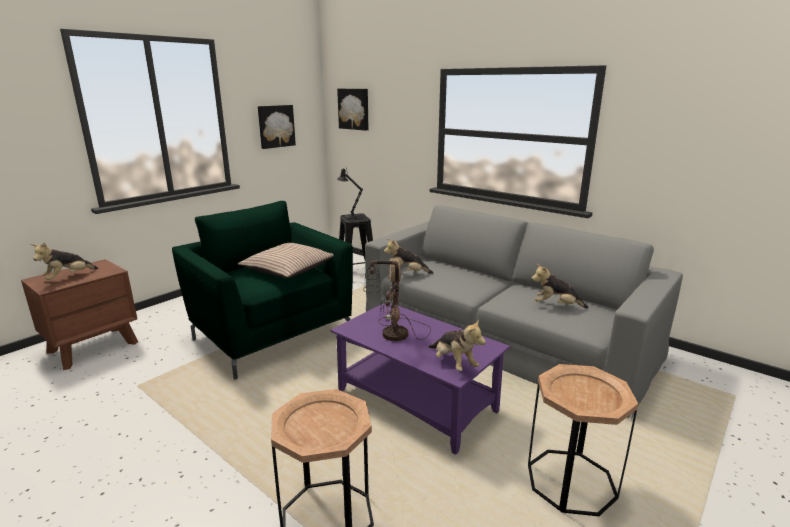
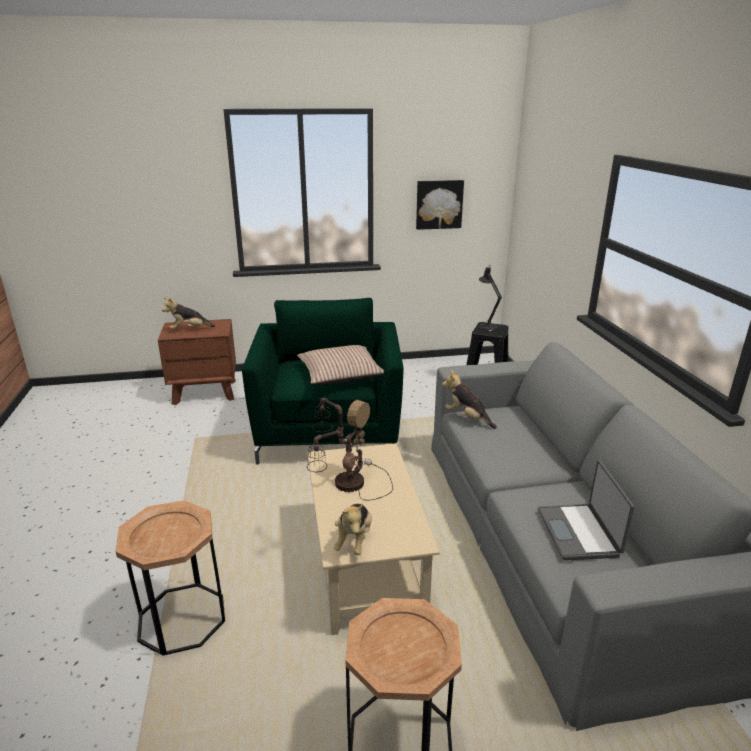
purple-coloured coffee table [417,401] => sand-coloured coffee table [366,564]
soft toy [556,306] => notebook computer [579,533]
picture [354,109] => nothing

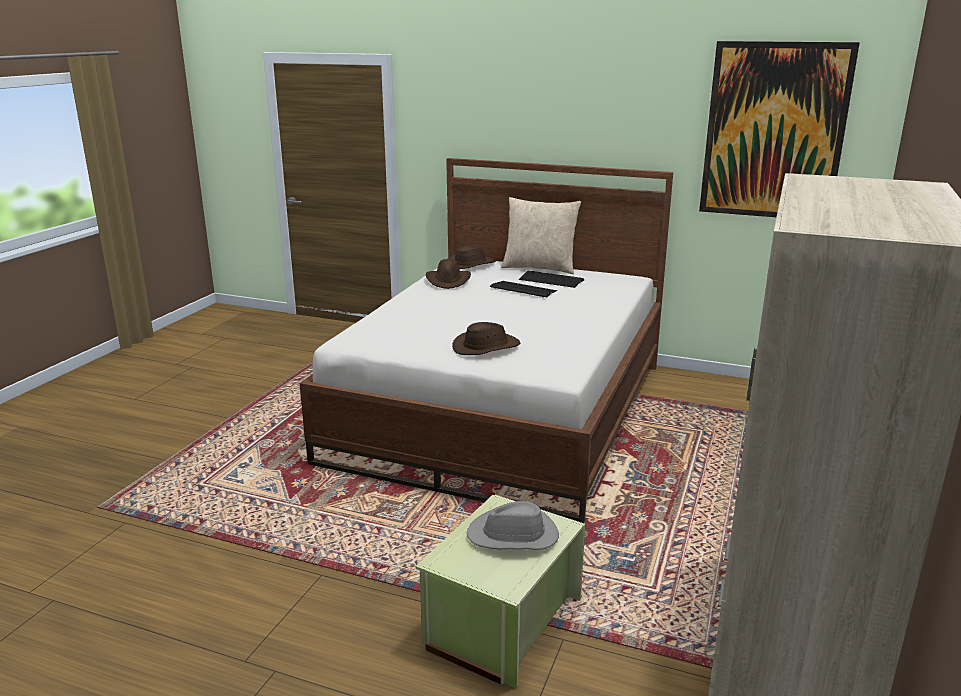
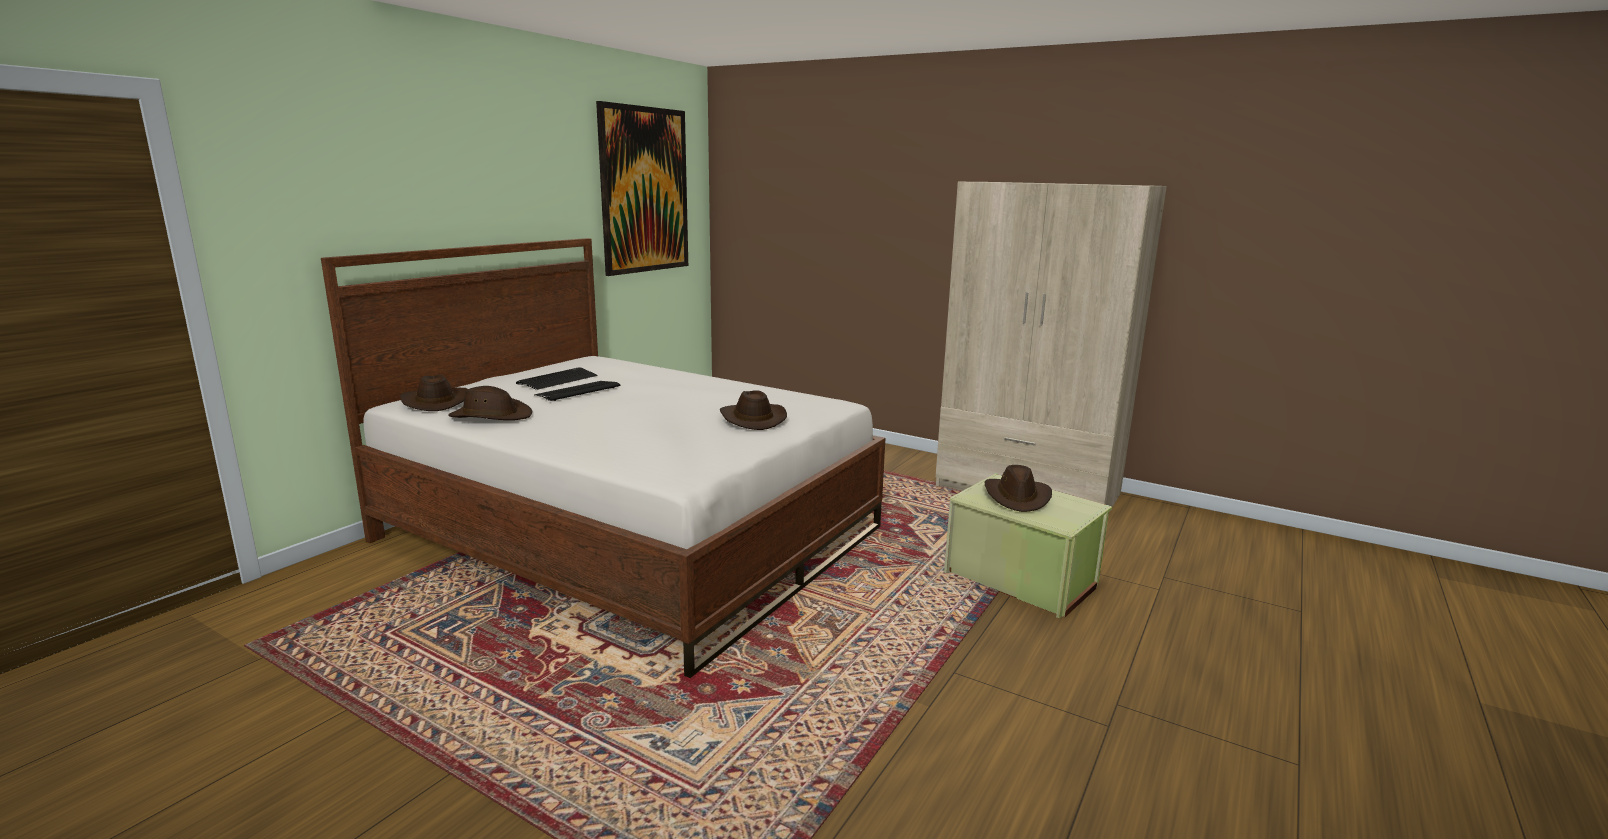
greyish clothing hat [513,535] => brown clothing hat [1017,497]
sand-coloured throw pillow [539,268] => nothing

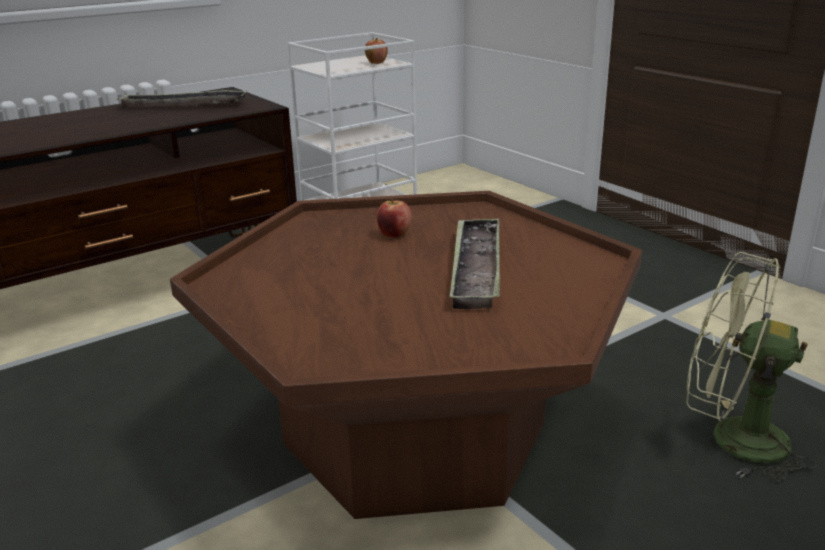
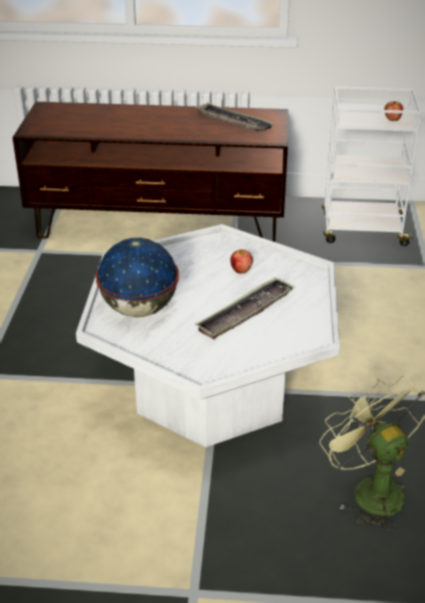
brown coffee table [414,434] => white-coloured coffee table [211,389]
nothing => globe [139,309]

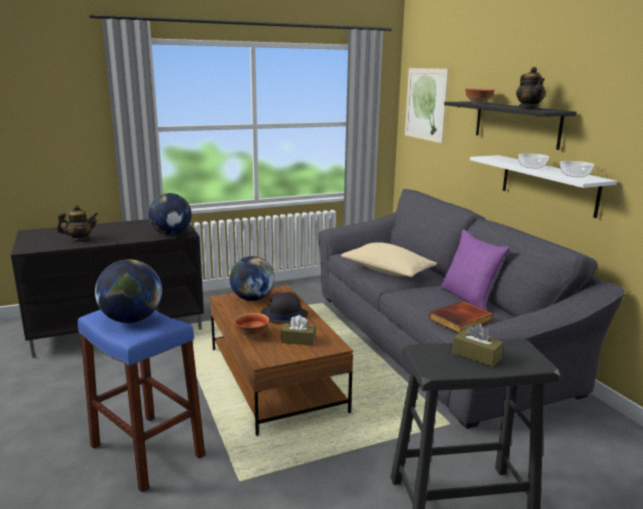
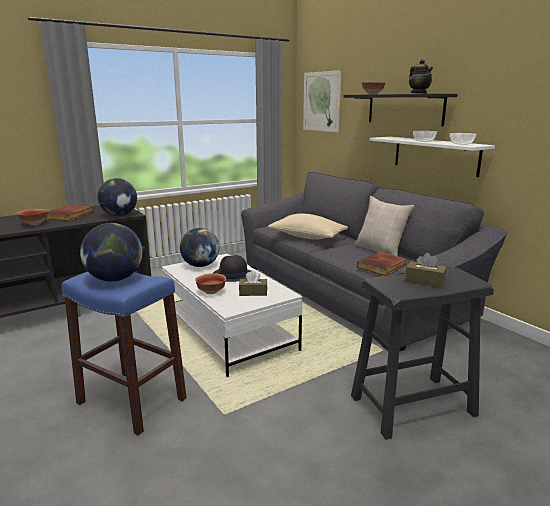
tea pot [80,240] => bowl [34,224]
nothing => bound book [70,216]
brown coffee table [275,379] => white-coloured coffee table [228,331]
purple-coloured throw pillow [469,297] => sand-coloured throw pillow [380,250]

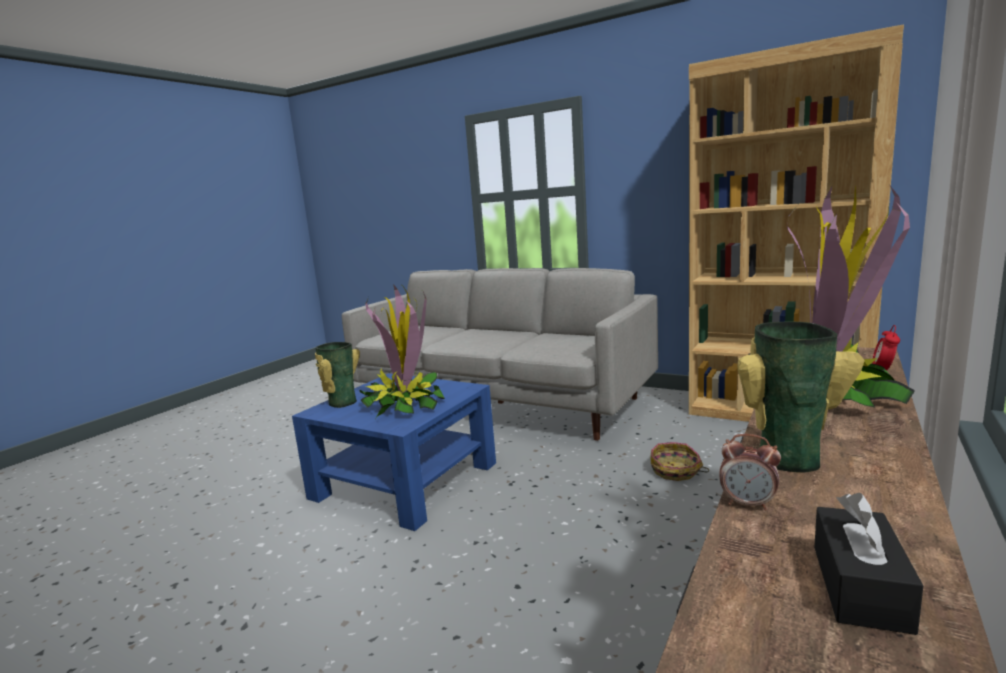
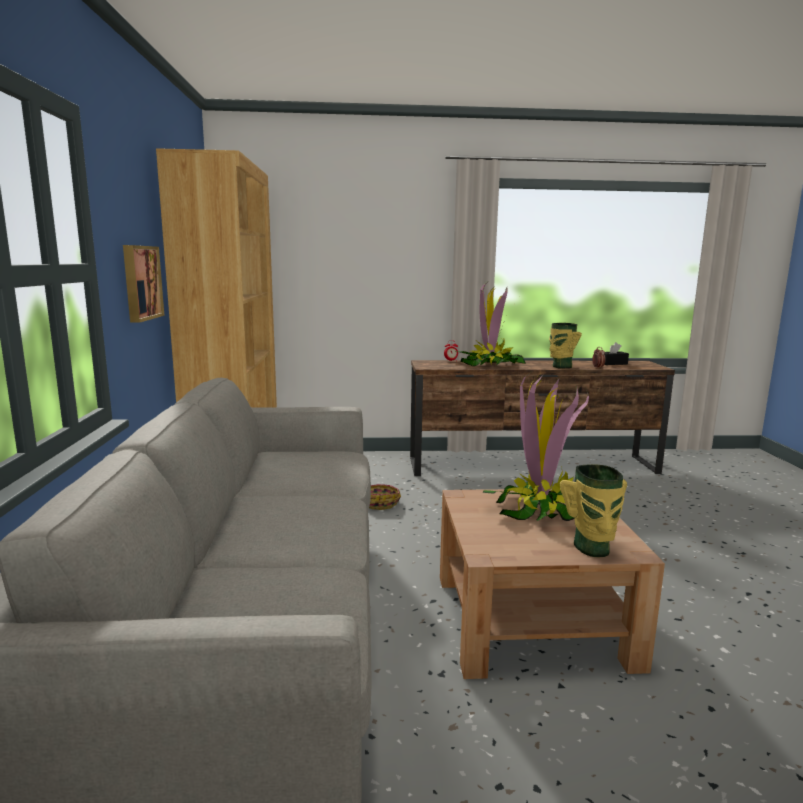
nothing => picture [140,282]
bluish coffee table [405,480] => brown coffee table [531,619]

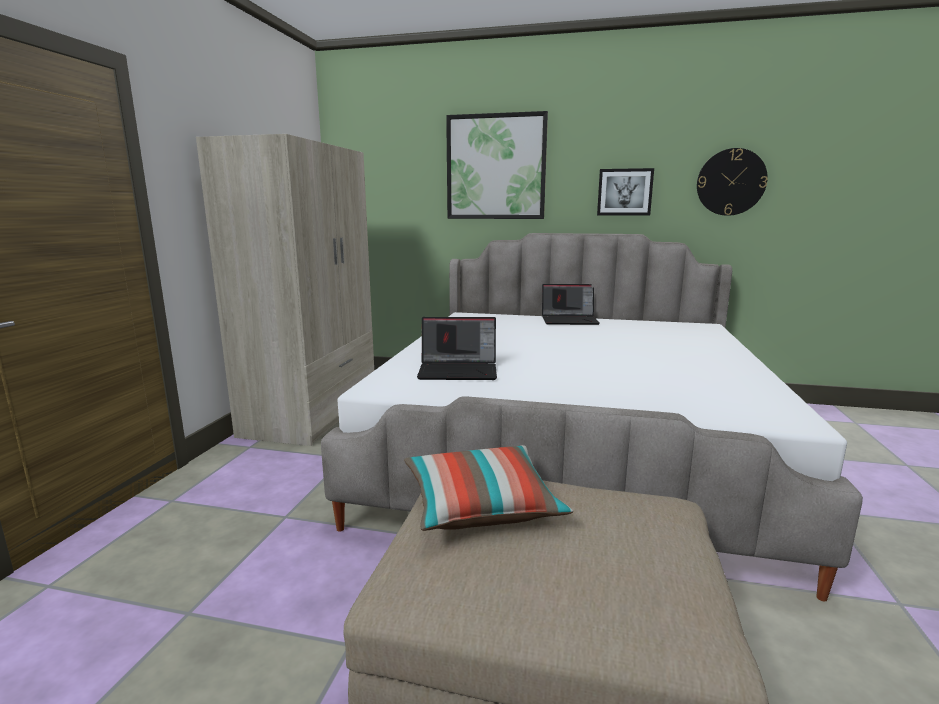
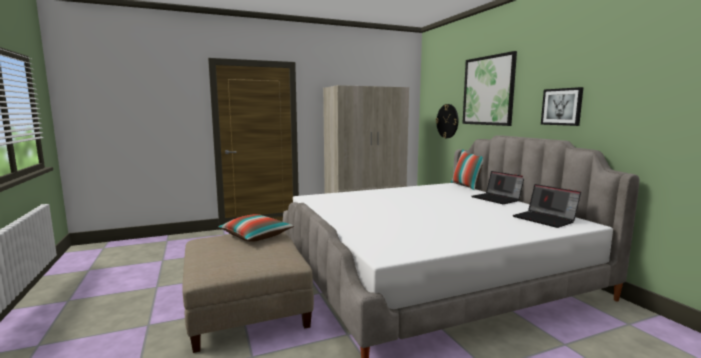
clock on the wall [731,182] => clock on the wall [447,121], moved
nothing => throw pillow [467,186]
notebook computer [459,371] => notebook computer [545,219], moved

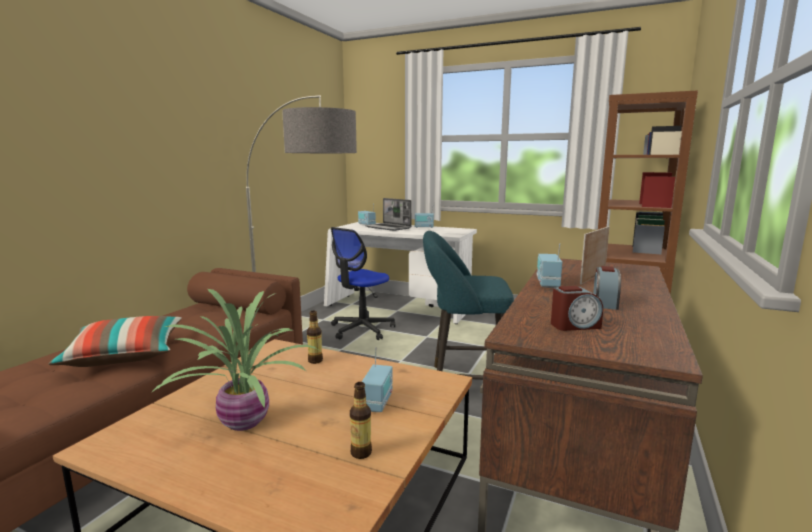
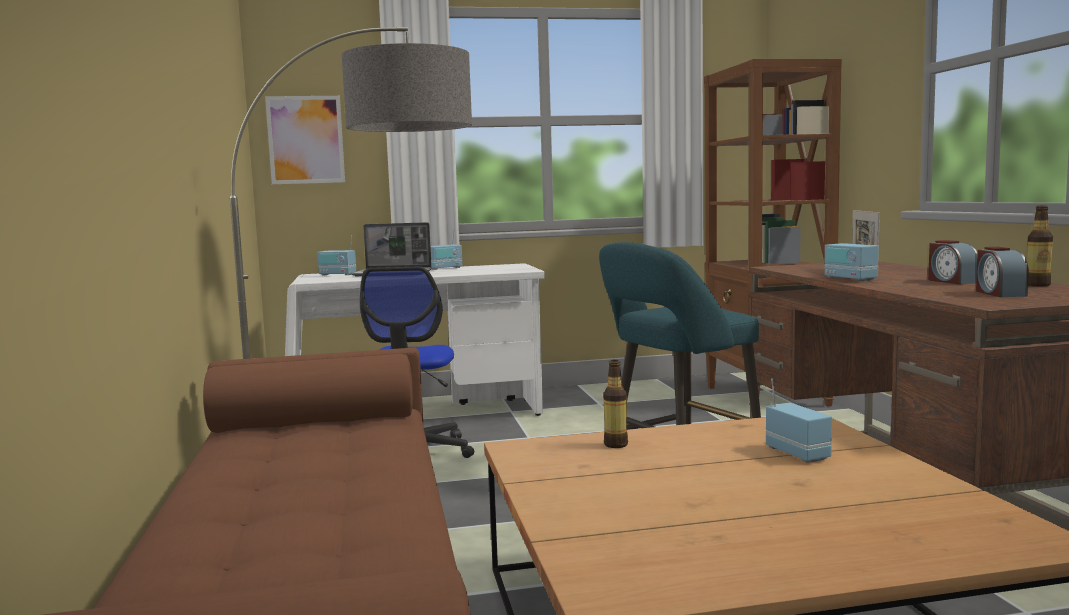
nothing => picture [305,140]
table clock [574,325] => table clock [999,293], 135 degrees clockwise
bottle [361,453] => bottle [1037,285], moved
throw pillow [125,355] => nothing
plant in a pot [243,424] => nothing

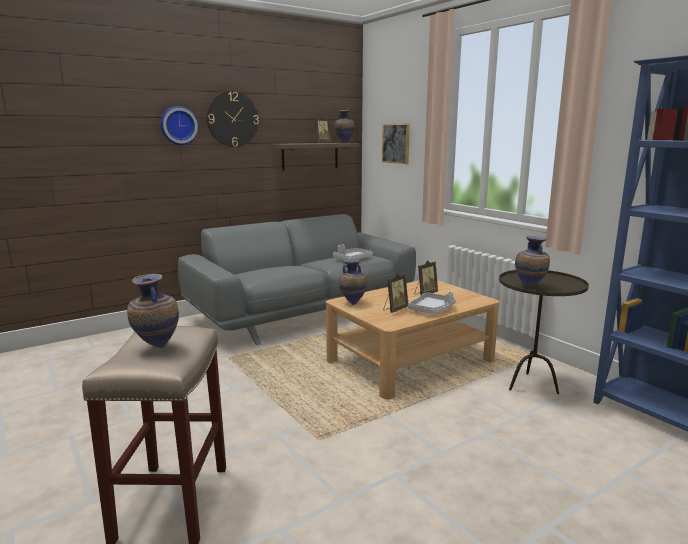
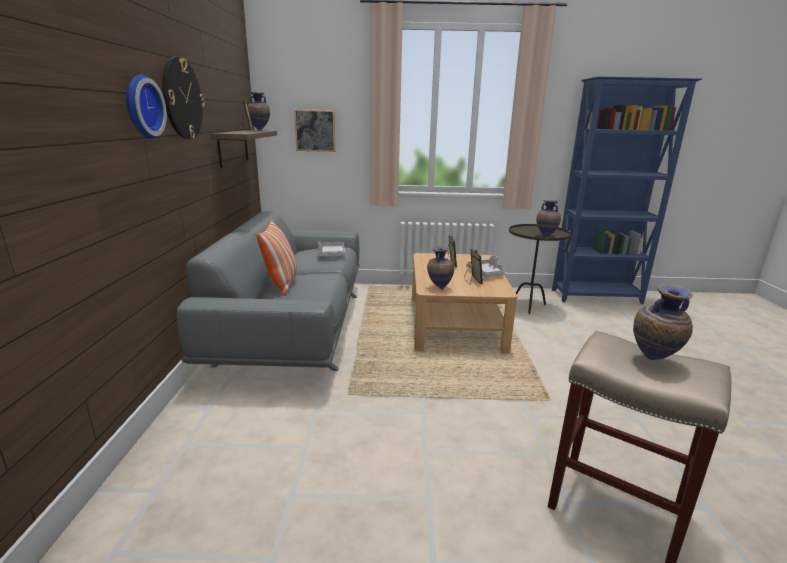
nothing => throw pillow [282,284]

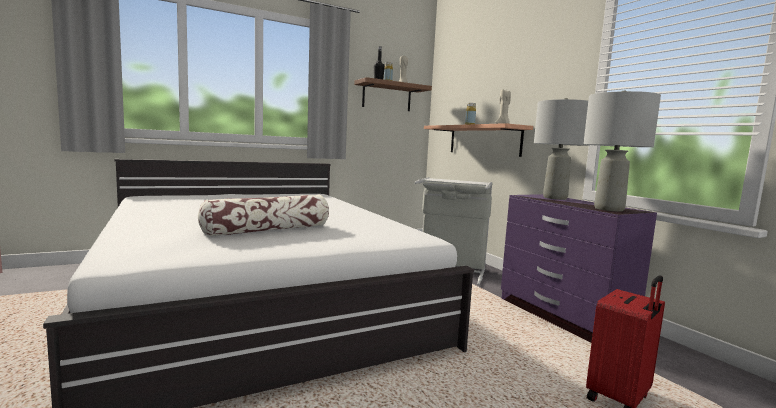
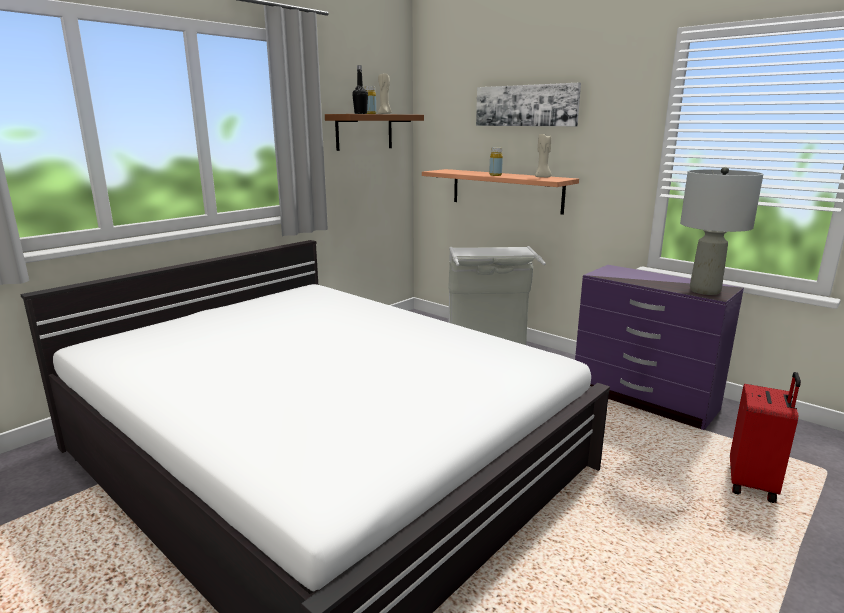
nothing => picture [526,105]
throw pillow [268,230] => nothing
greyish tabletop lamp [555,198] => nothing

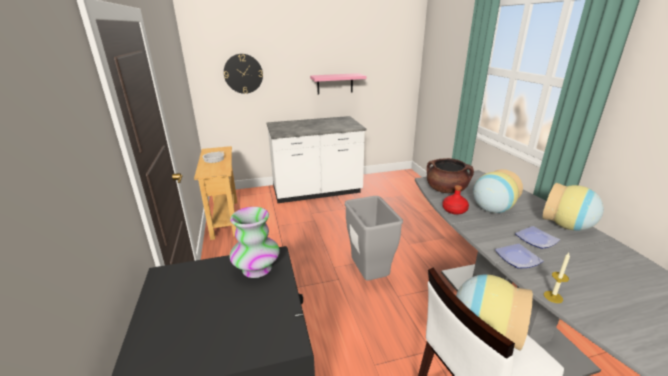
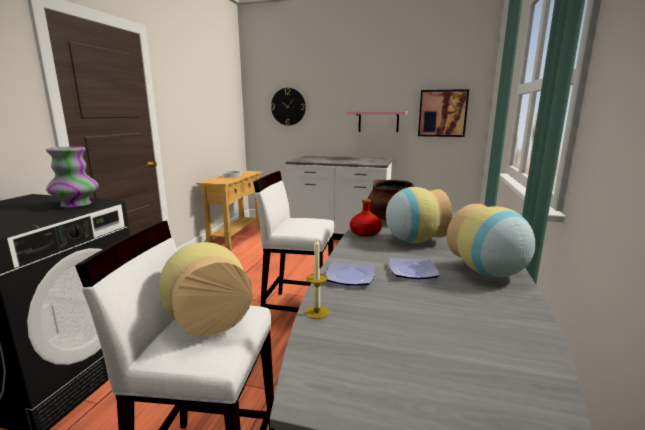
greyish rubbish bin [369,276] => white-coloured stool [298,308]
nothing => picture [442,113]

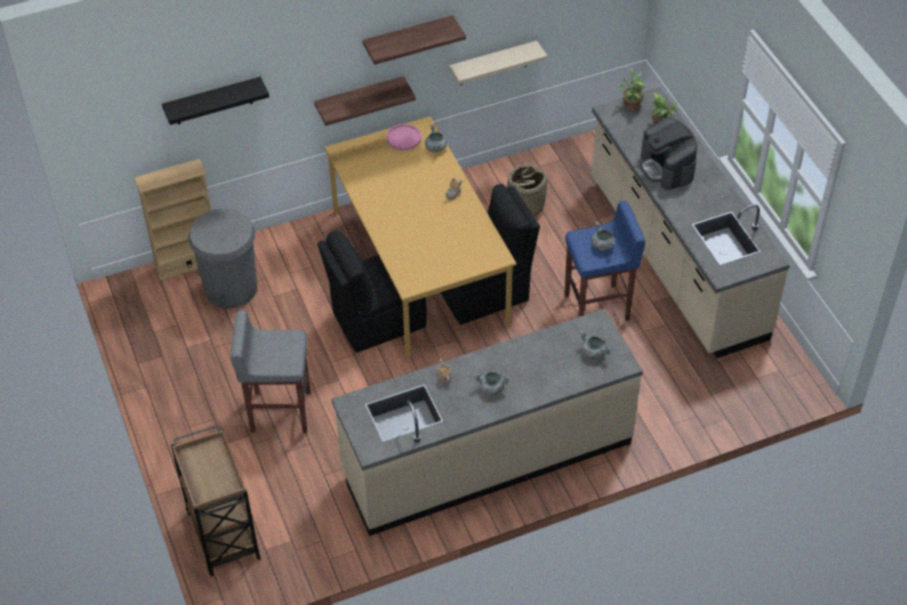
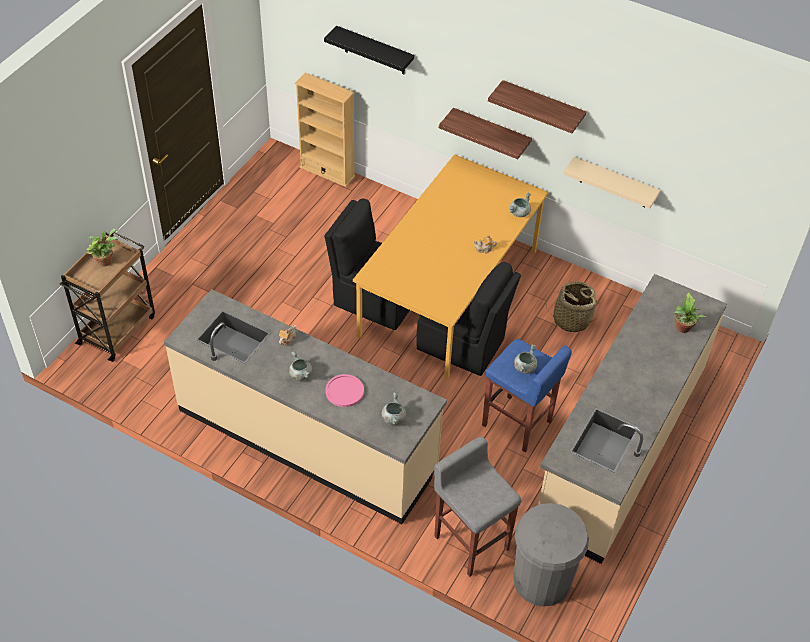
plant in a pot [630,105] => plant in a pot [105,260], moved
pink-coloured plate [403,138] => pink-coloured plate [344,391], moved
greyish stool [279,411] => greyish stool [471,541], moved
greyish rubbish bin [231,288] => greyish rubbish bin [542,580], moved
coffee brewer [667,168] => nothing

